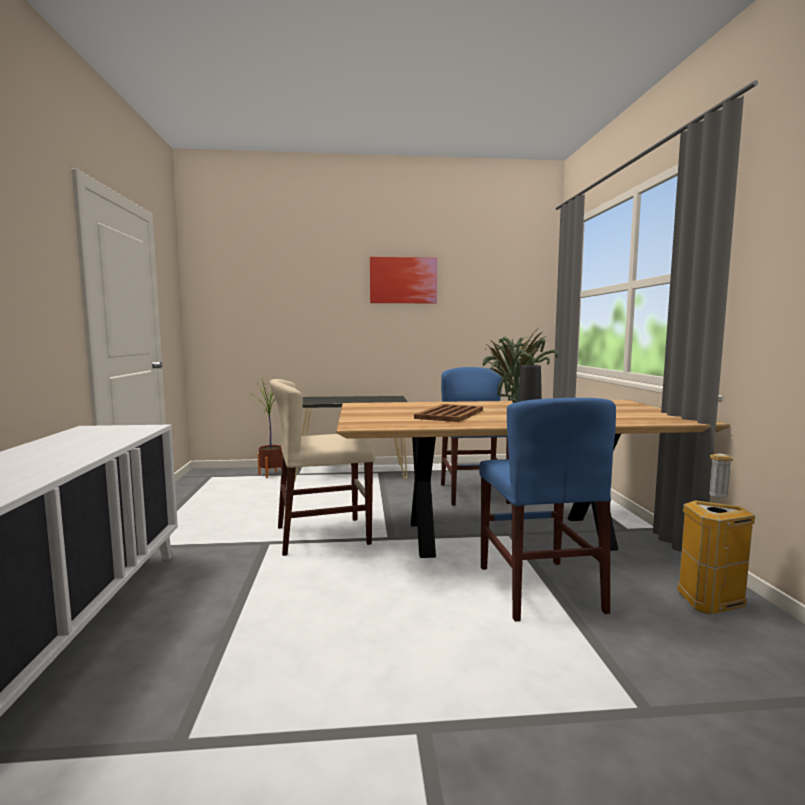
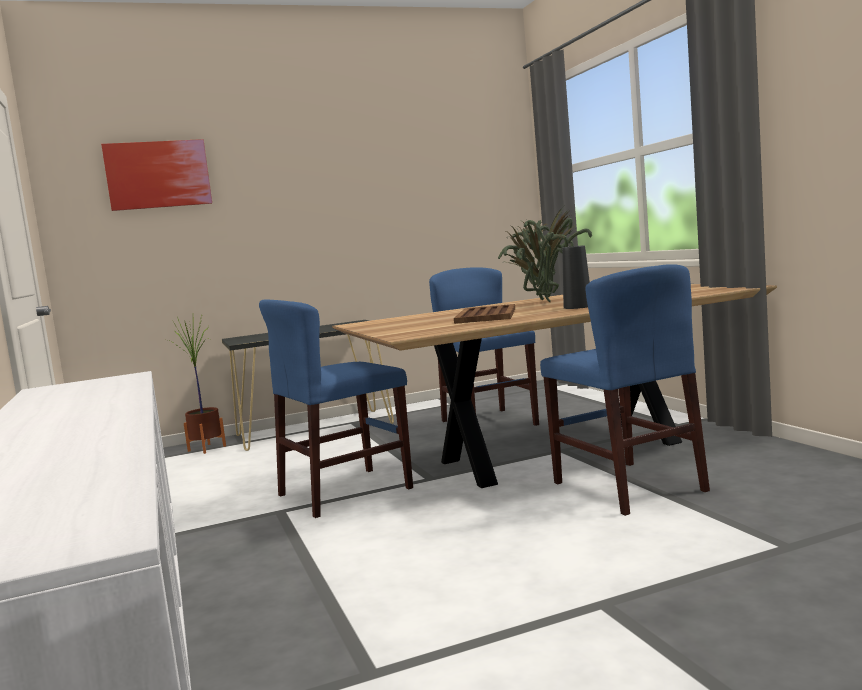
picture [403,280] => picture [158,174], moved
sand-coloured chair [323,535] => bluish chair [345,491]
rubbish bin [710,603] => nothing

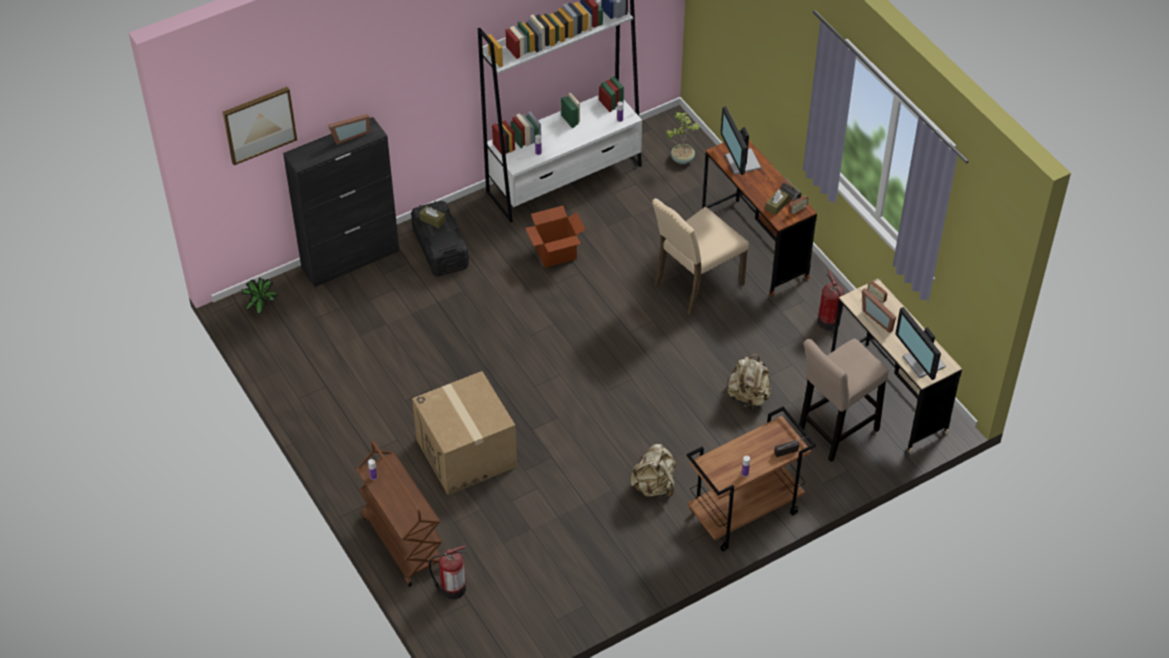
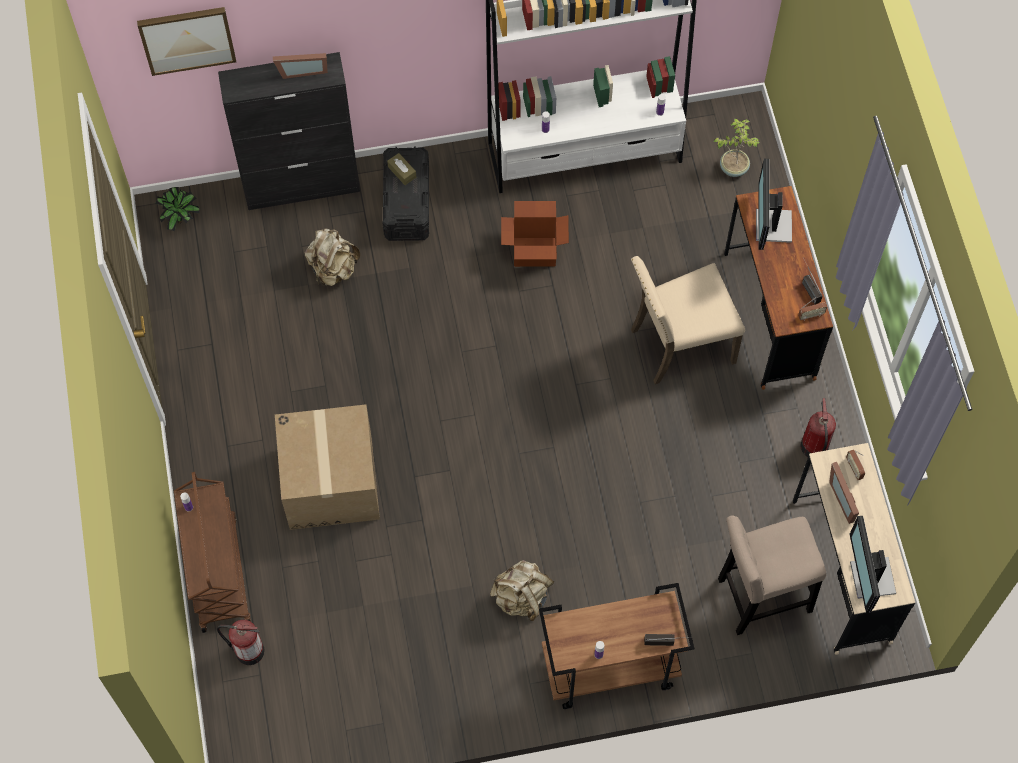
sand-coloured backpack [748,397] => sand-coloured backpack [333,269], moved
brown tissue holder [776,205] => nothing

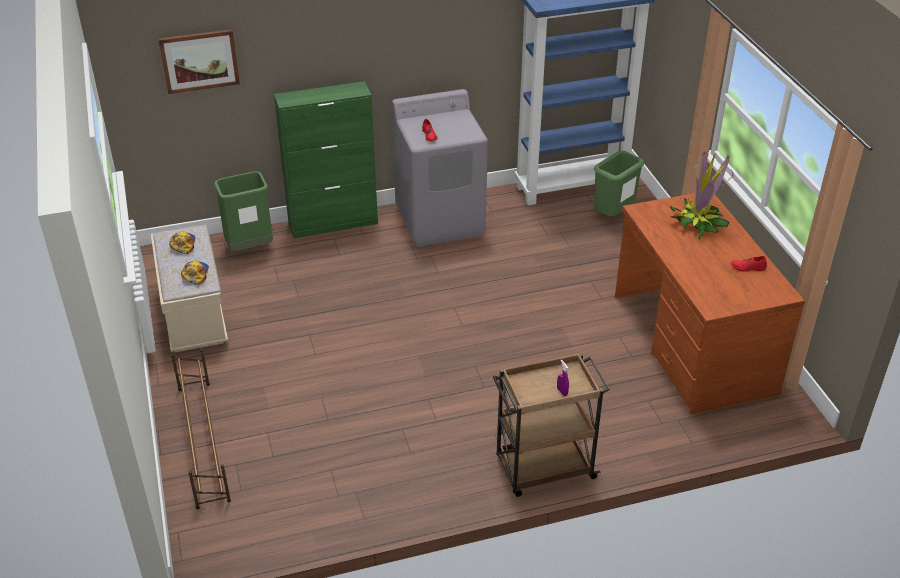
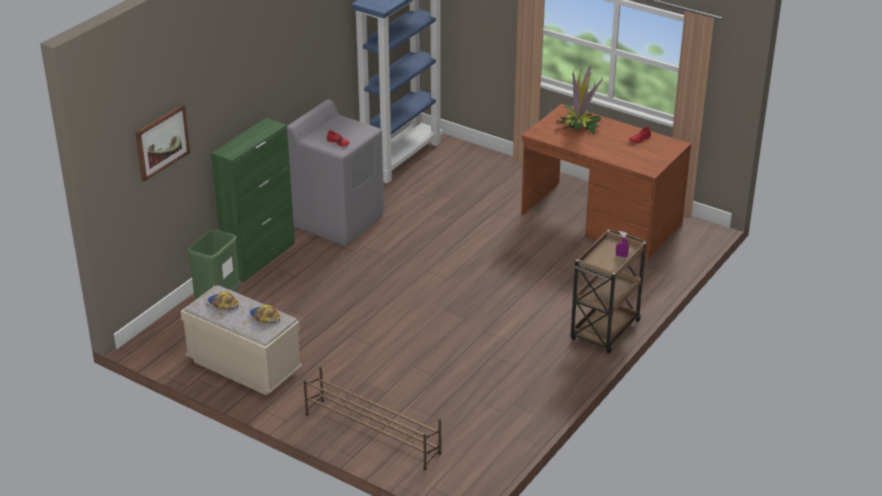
green rubbish bin [613,216] => nothing

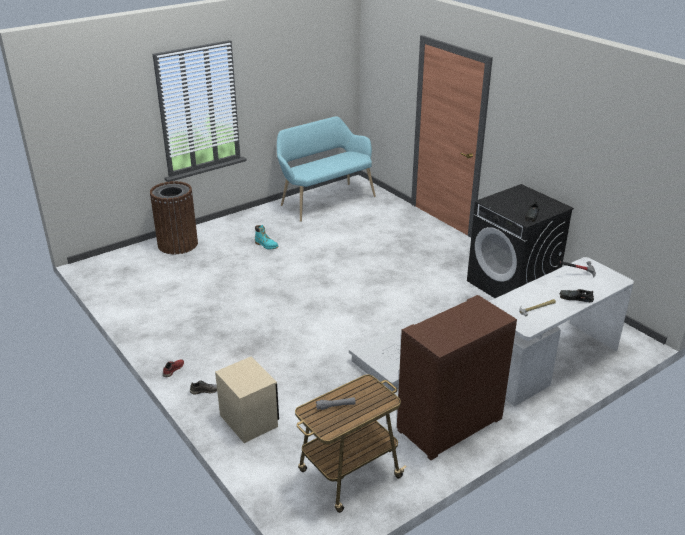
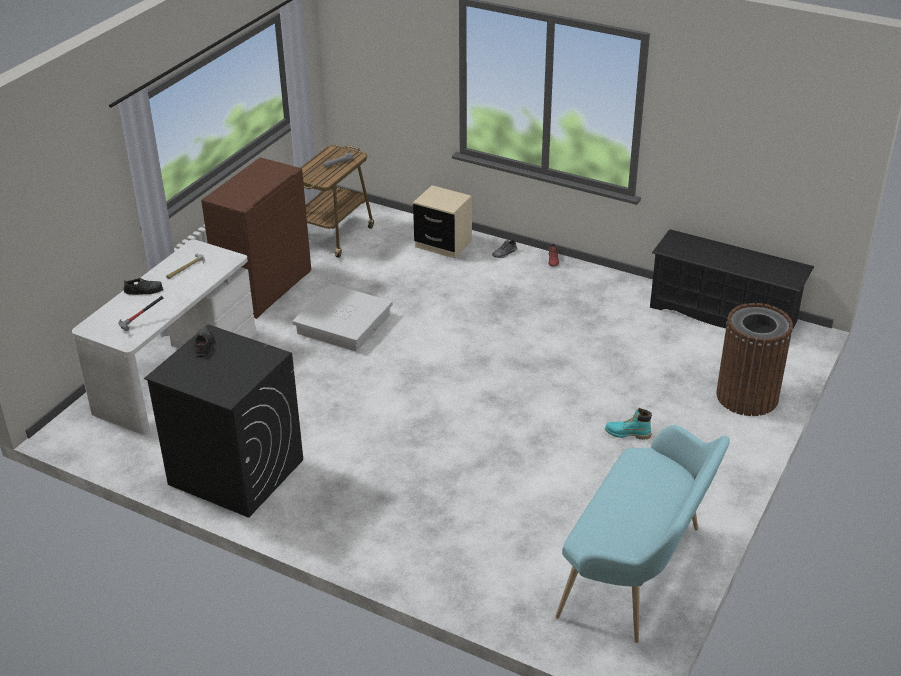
nothing => blackish shoe rack [724,314]

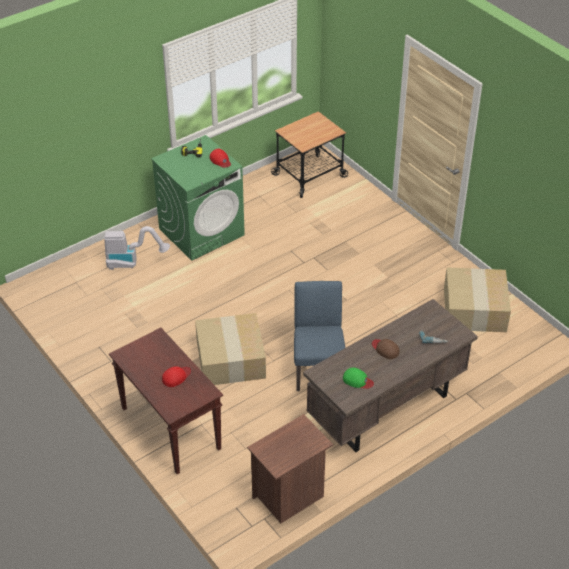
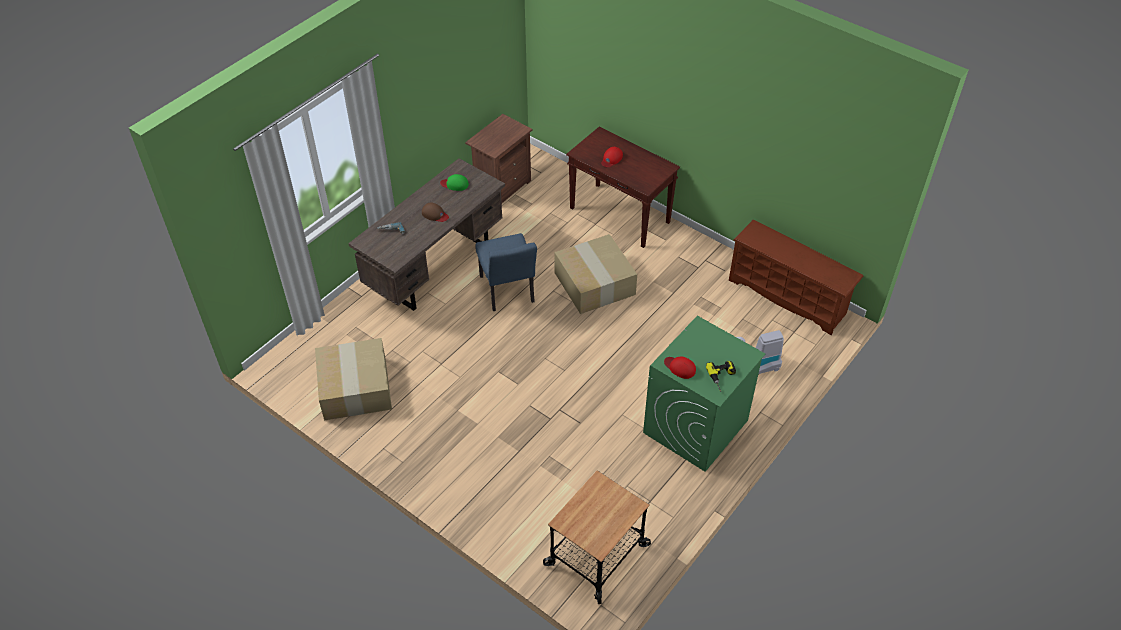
nothing => brown shoe rack [788,297]

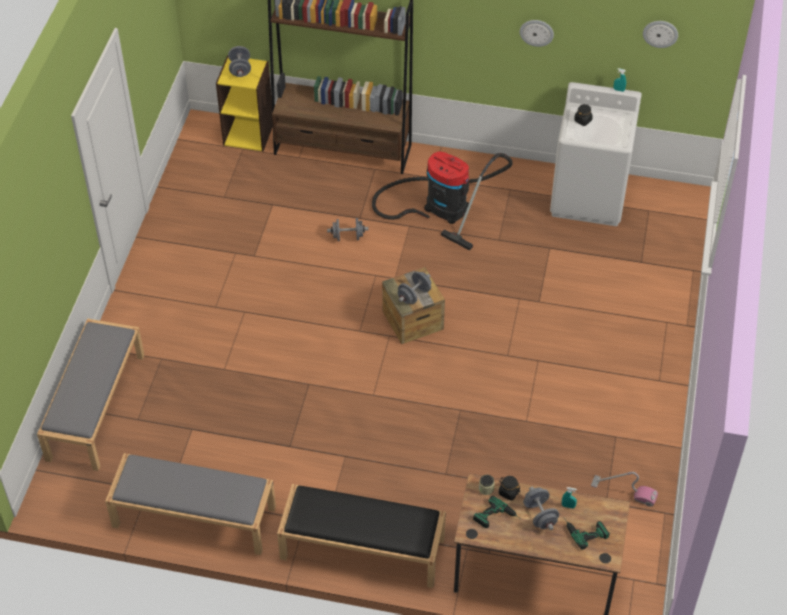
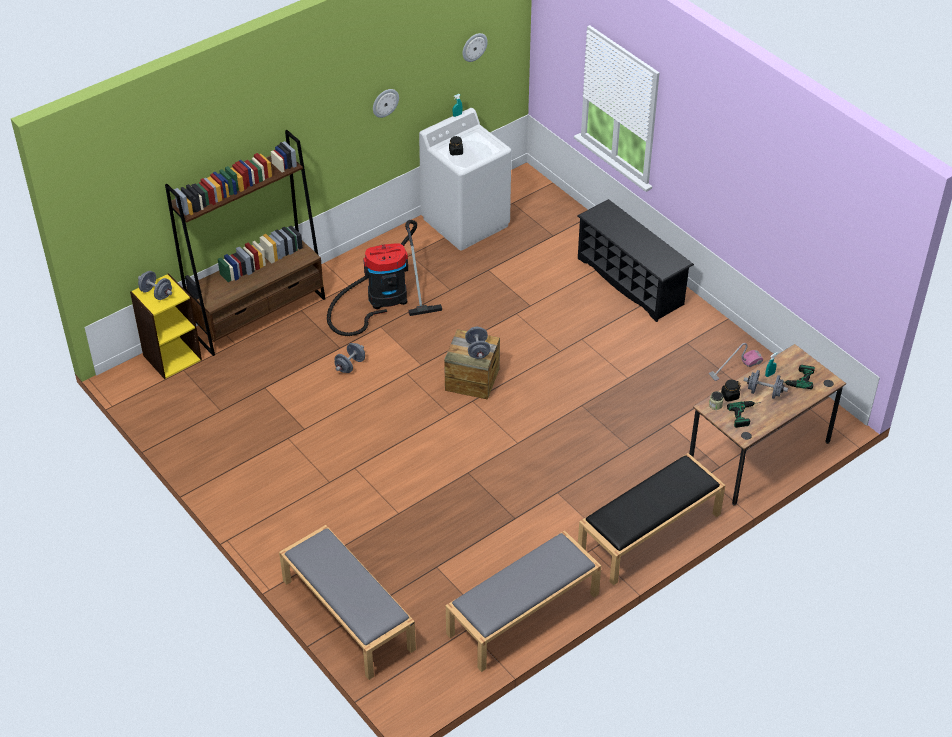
nothing => blackish shoe rack [630,281]

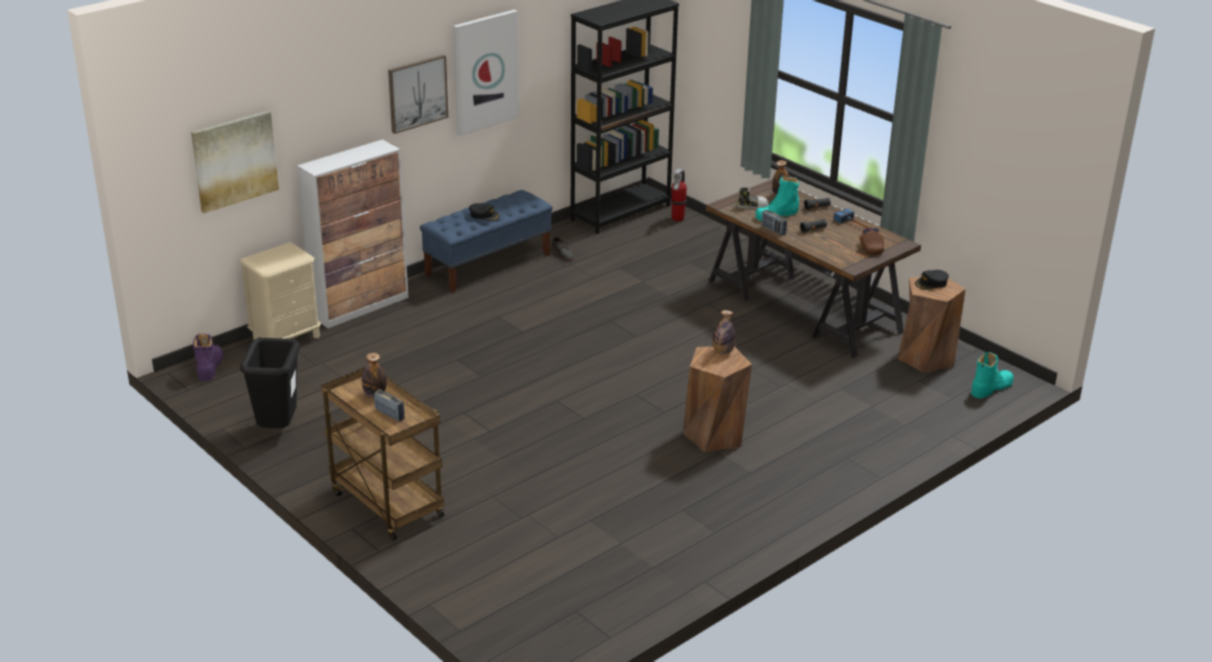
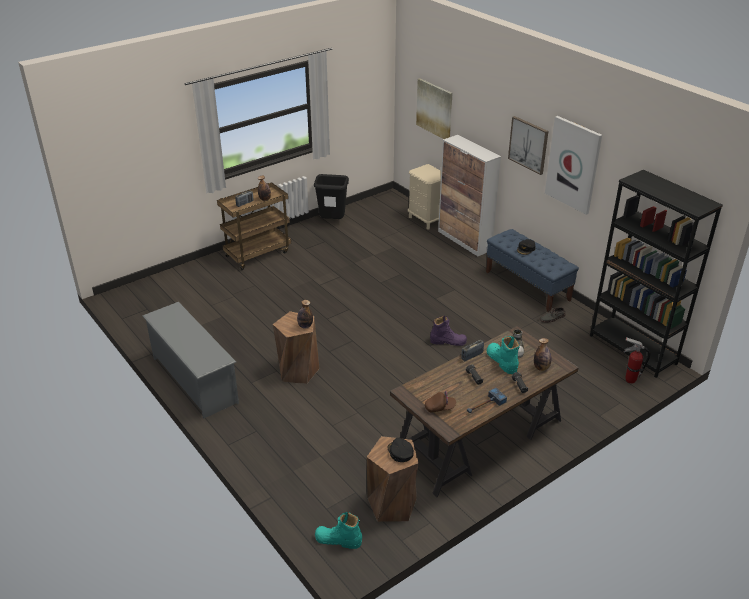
nothing => greyish shoe rack [194,380]
turquoise boot [991,388] => turquoise boot [338,540], 135 degrees clockwise
purple-coloured boot [210,367] => purple-coloured boot [448,341], moved

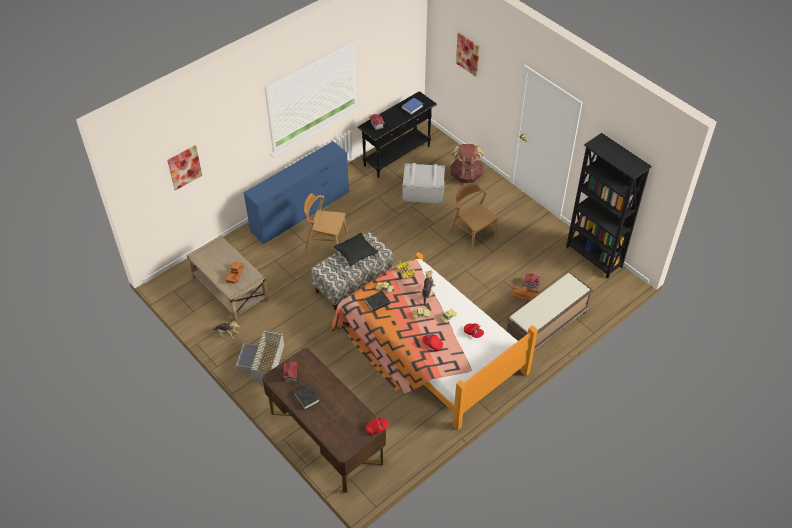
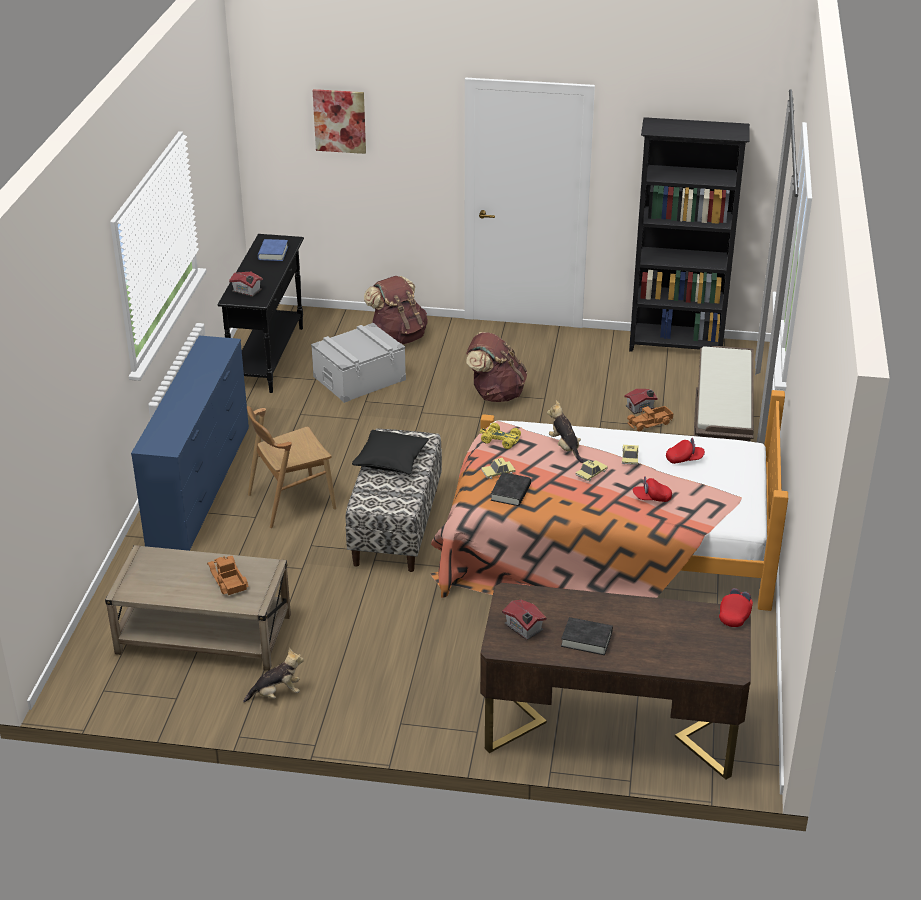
brown chair [473,235] => brown backpack [495,394]
picture [184,167] => nothing
greyish storage bin [262,363] => nothing

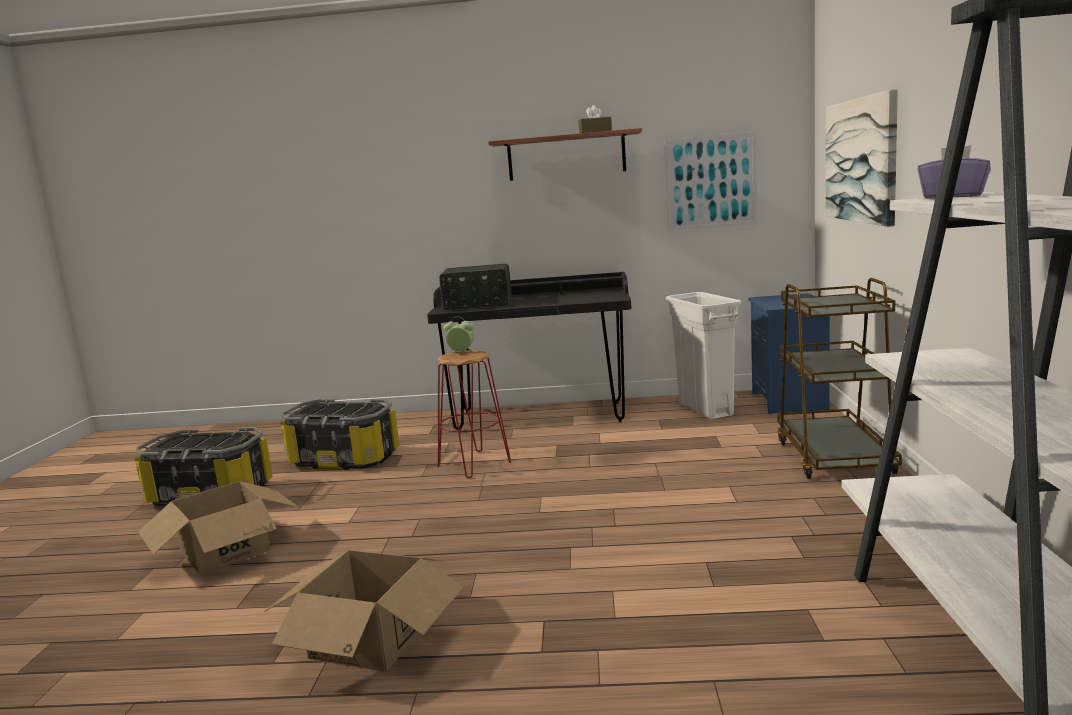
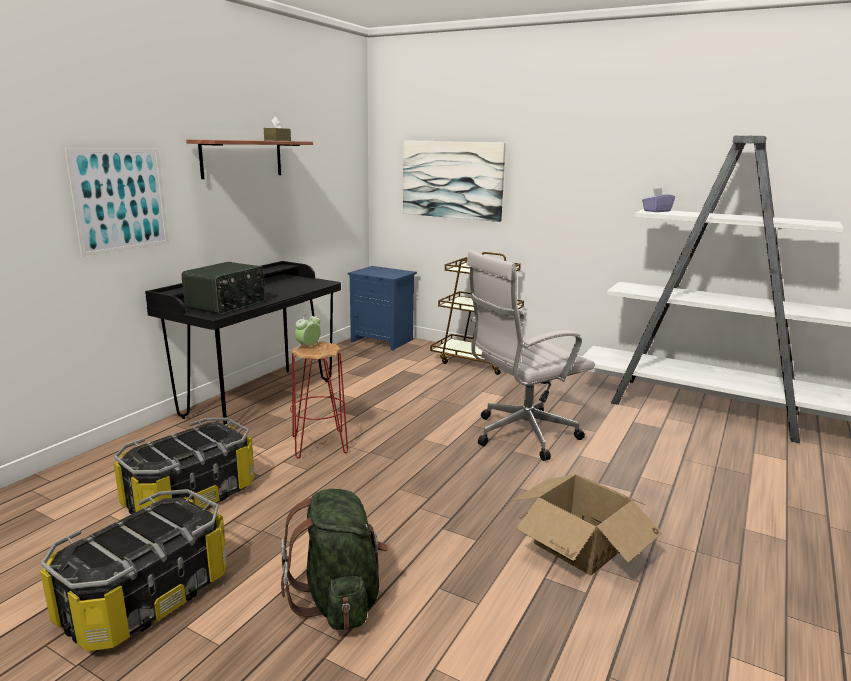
picture [711,182] => picture [121,200], moved
carton [226,550] => green backpack [339,599]
nothing => white-coloured office chair [520,435]
white-coloured rubbish bin [706,409] => nothing

